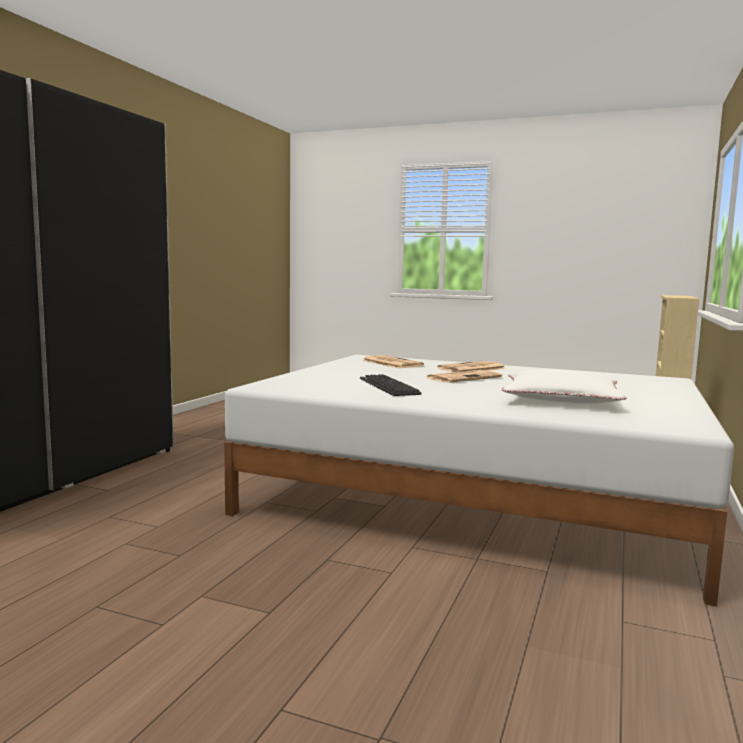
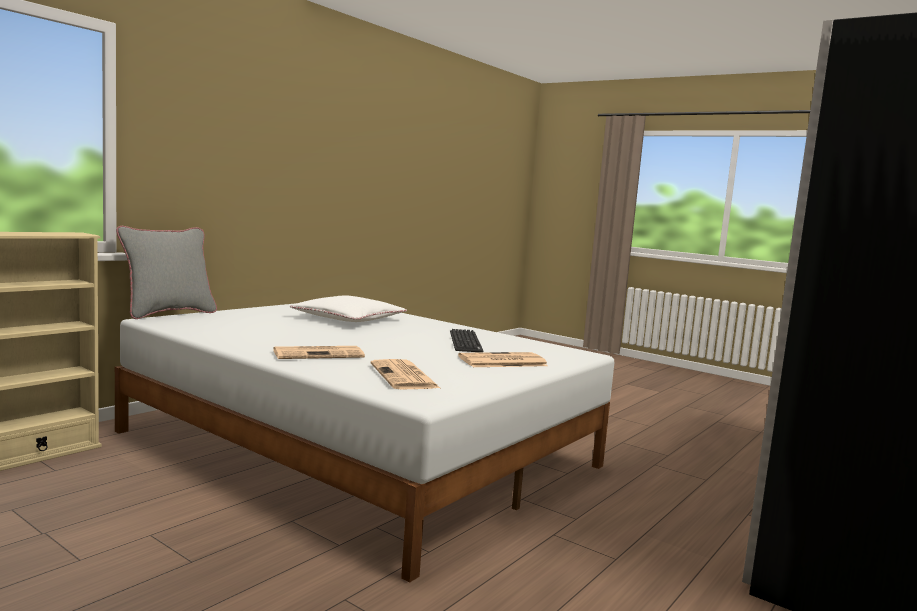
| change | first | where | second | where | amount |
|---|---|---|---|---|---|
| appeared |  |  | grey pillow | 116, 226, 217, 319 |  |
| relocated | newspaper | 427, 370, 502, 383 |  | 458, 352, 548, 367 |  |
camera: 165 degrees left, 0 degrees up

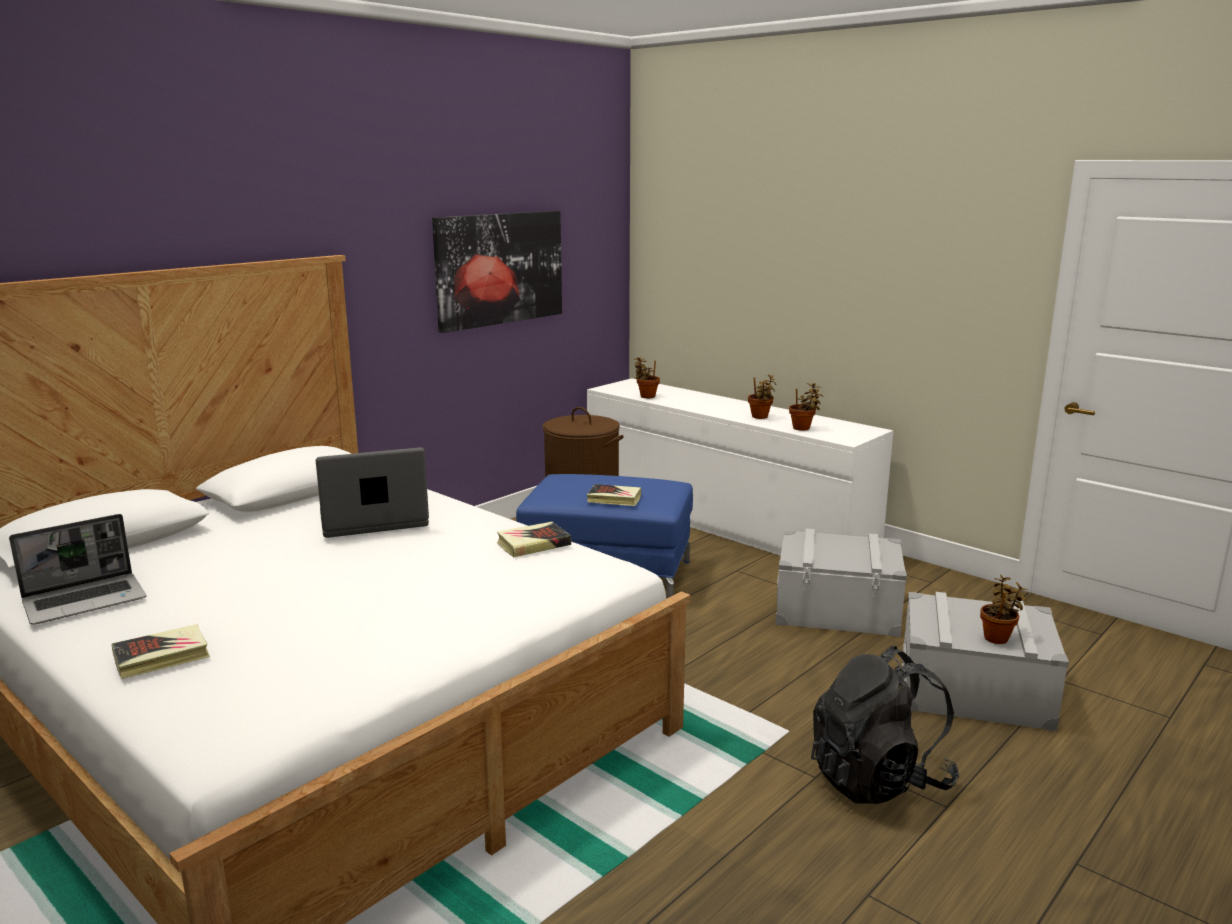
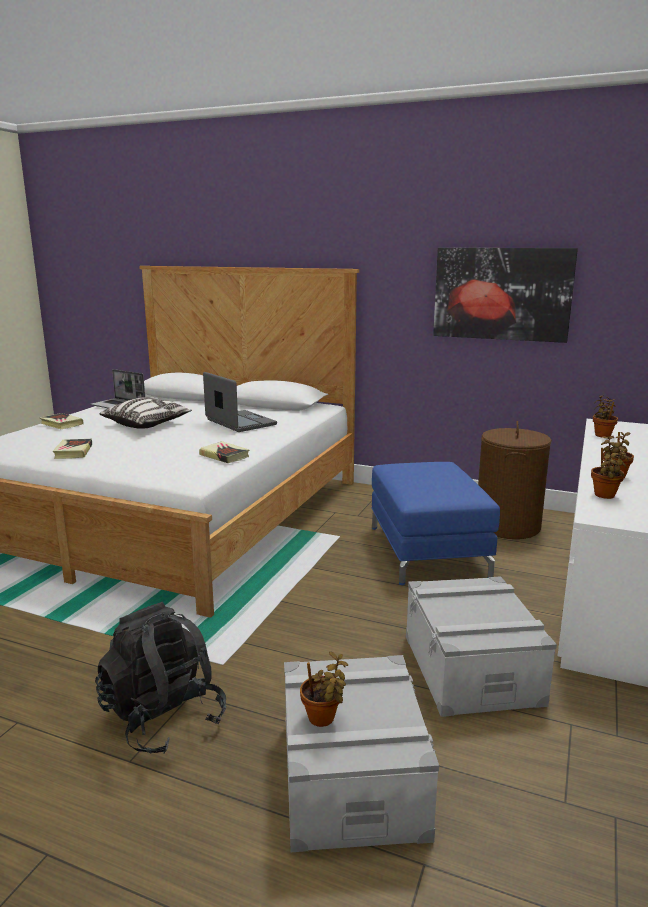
| change | first | where | second | where | amount |
|---|---|---|---|---|---|
| appeared |  |  | pillow | 100, 397, 192, 429 |  |
| relocated | book | 587, 484, 642, 506 |  | 53, 439, 92, 459 |  |
camera: 70 degrees right, 0 degrees up

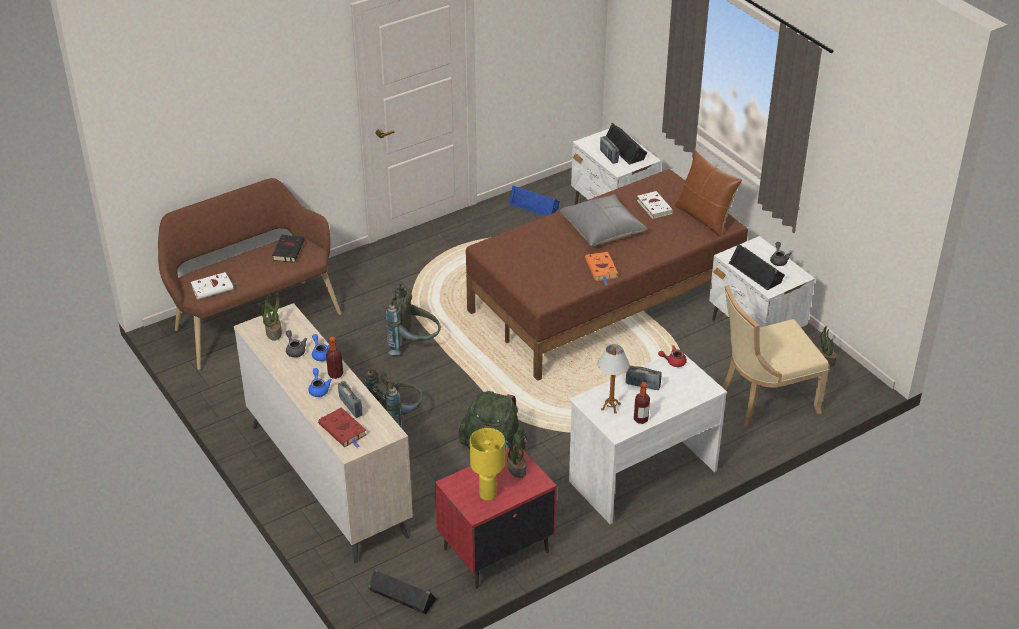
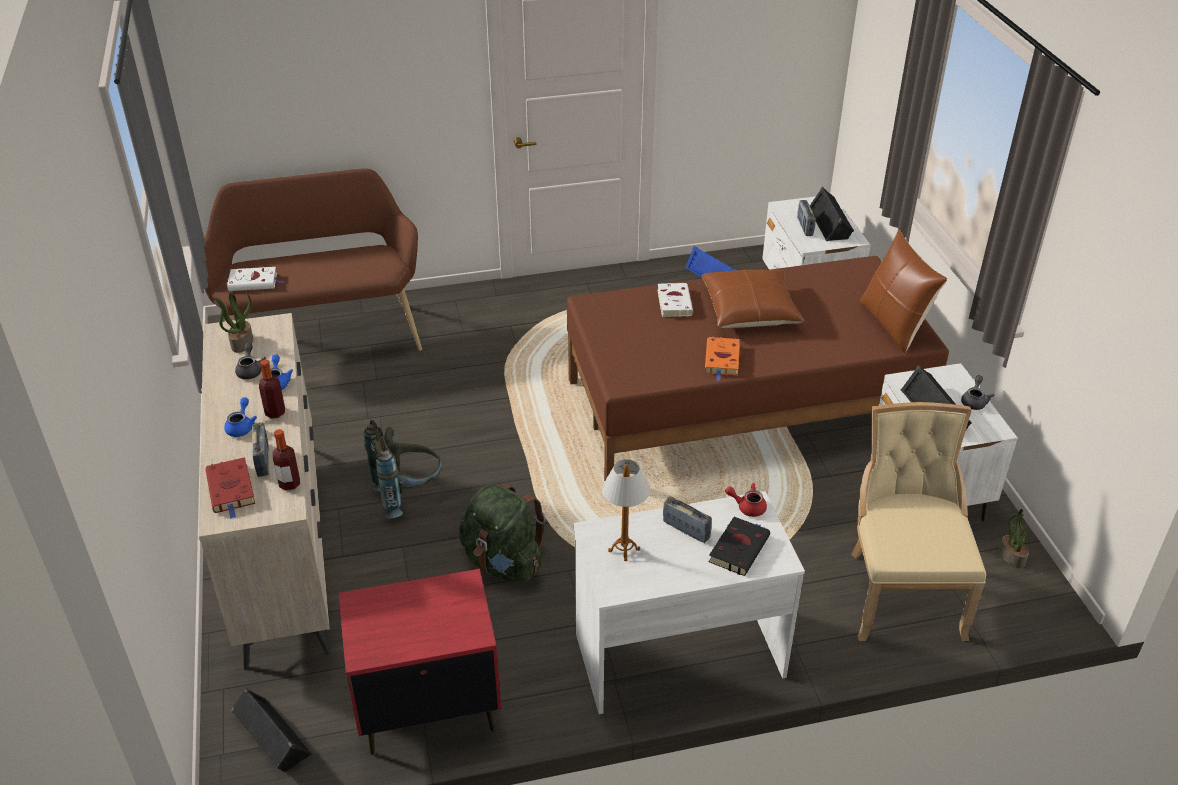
| change | first | where | second | where | amount |
|---|---|---|---|---|---|
| missing | grey backpack | 385, 283, 441, 355 |  |  |  |
| missing | yellow table lamp | 470, 428, 505, 501 |  |  |  |
| missing | potted plant | 505, 430, 526, 478 |  |  |  |
| relocated | black book | 272, 235, 305, 262 |  | 709, 517, 770, 576 |  |
| relocated | bottle | 634, 382, 650, 424 |  | 273, 429, 300, 491 |  |
| relocated | white book | 637, 191, 673, 219 |  | 657, 283, 693, 317 |  |
| colour | grey pillow | 559, 194, 647, 246 | brown pillow | 702, 270, 804, 328 |  |
| spun | beige chair | 722, 285, 829, 427 |  | 851, 402, 986, 641 | 90 degrees clockwise |
camera: 20 degrees right, 0 degrees up

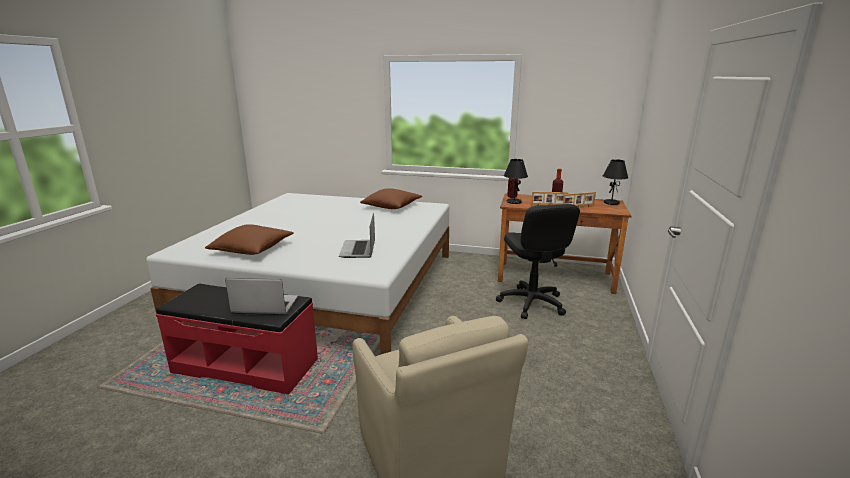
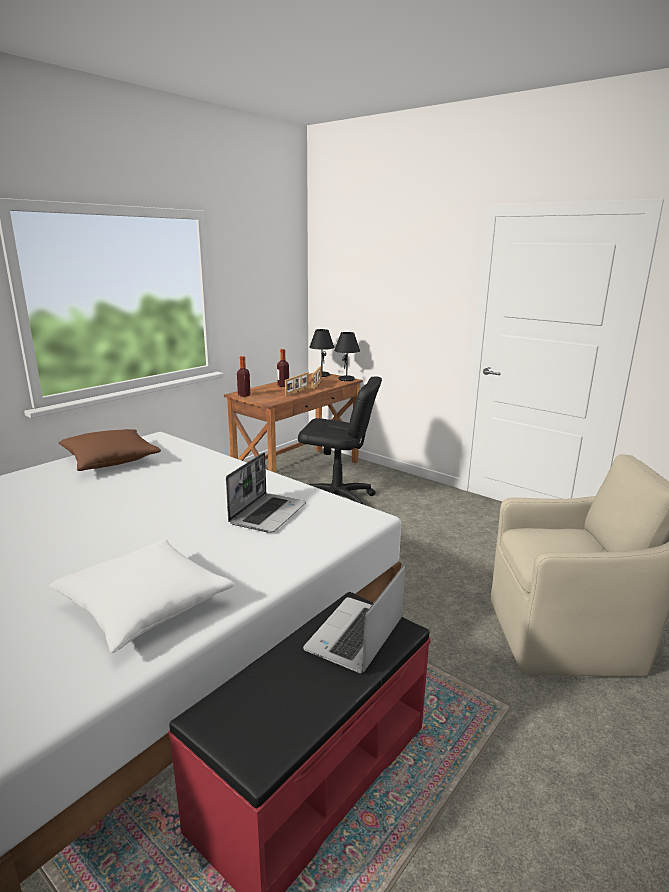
| change | first | where | second | where | amount |
|---|---|---|---|---|---|
| relocated | black table lamp | 504, 159, 528, 204 |  | 334, 332, 360, 381 |  |
| colour | brown pillow | 205, 224, 294, 255 | white pillow | 49, 540, 235, 653 |  |
| spun | laptop | 339, 213, 375, 258 |  | 226, 453, 306, 532 | 90 degrees counterclockwise |
camera: 65 degrees left, 0 degrees up

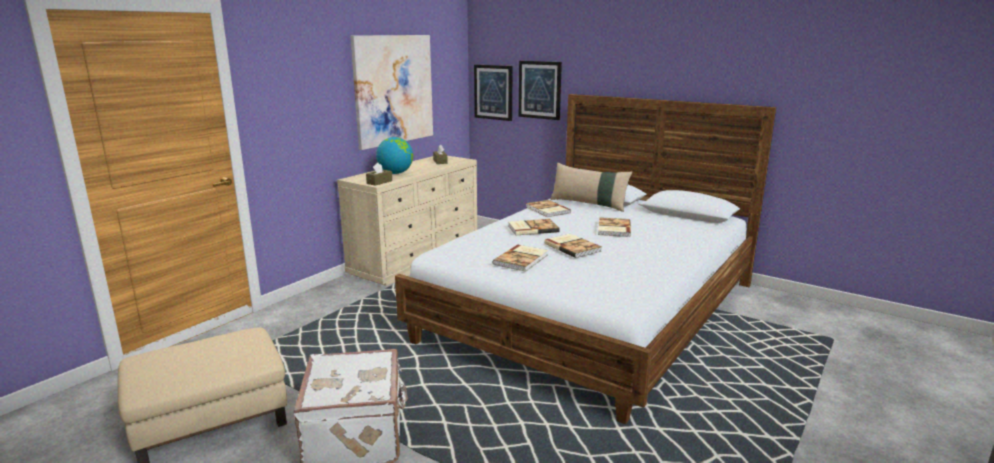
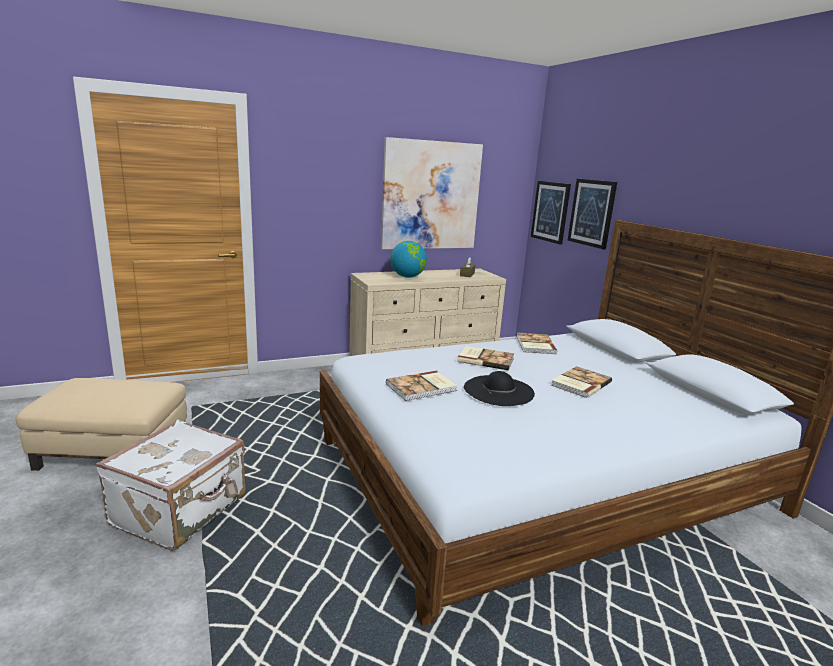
| change | first | where | second | where | amount |
|---|---|---|---|---|---|
| missing | brown tissue box | 366, 162, 392, 186 |  |  |  |
| missing | beige pillow | 550, 162, 632, 212 |  |  |  |
| exchanged | book | 544, 234, 602, 258 | black hat | 464, 371, 535, 406 |  |
camera: 30 degrees right, 0 degrees up

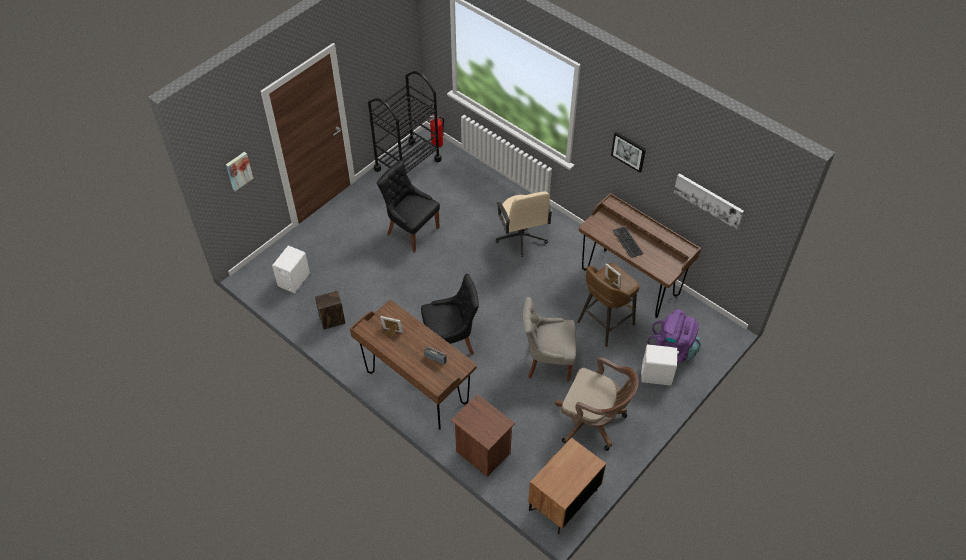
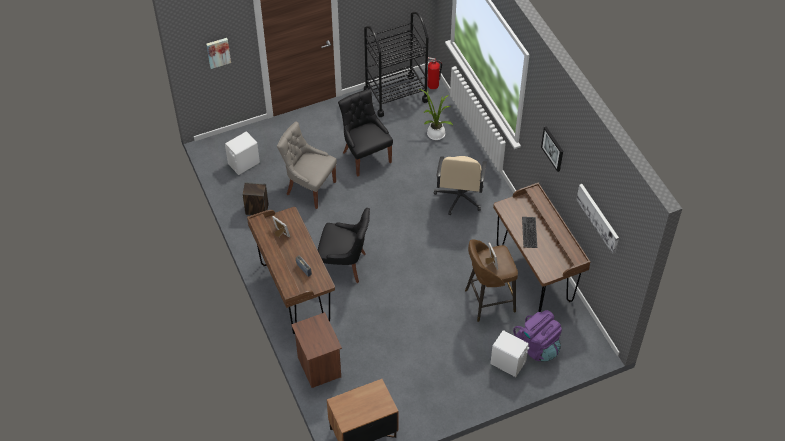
| change | first | where | second | where | amount |
|---|---|---|---|---|---|
| missing | brown office chair | 555, 357, 639, 451 |  |  |  |
| appeared |  |  | potted plant | 420, 89, 453, 140 |  |
| relocated | grey chair | 523, 297, 576, 381 |  | 277, 121, 337, 209 |  |
camera: 25 degrees right, 0 degrees up

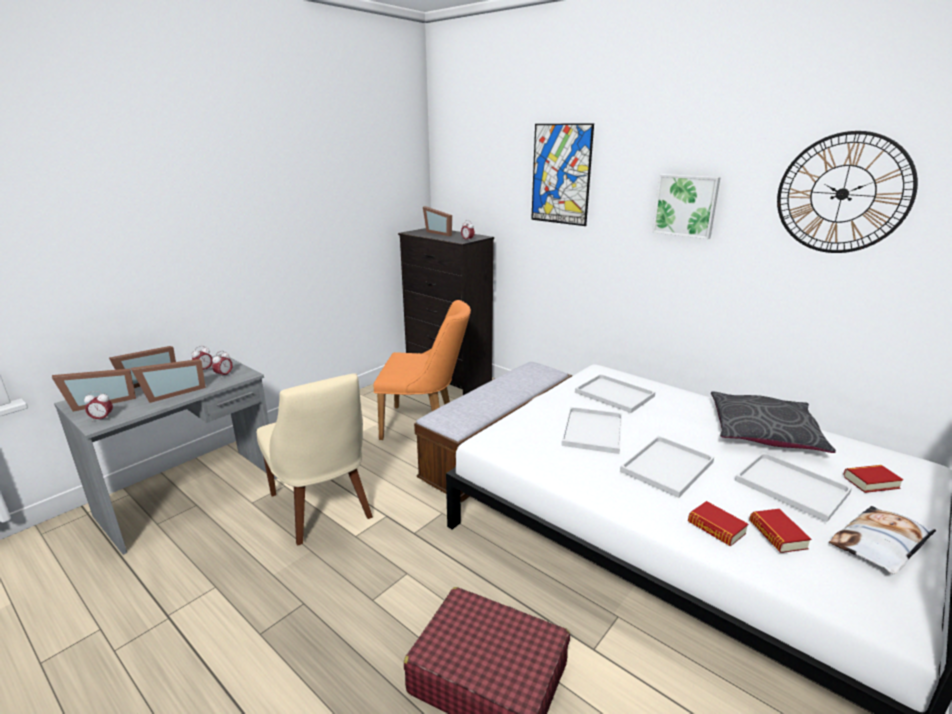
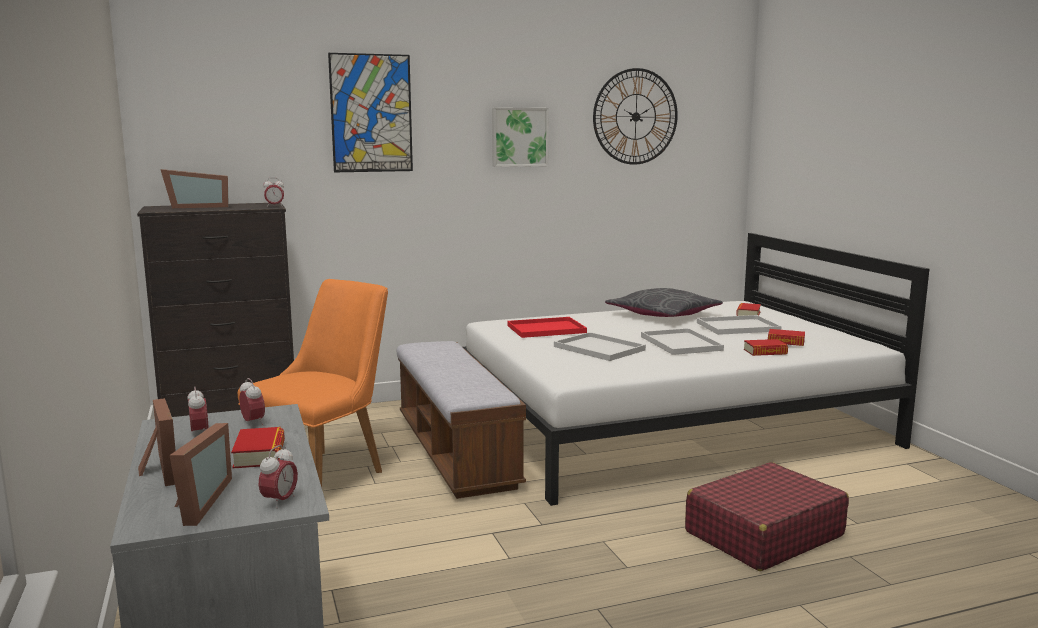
| change | first | where | second | where | amount |
|---|---|---|---|---|---|
| missing | beige chair | 256, 373, 373, 546 |  |  |  |
| missing | pillow | 829, 506, 936, 574 |  |  |  |
| exchanged | picture frame | 131, 359, 206, 403 | book | 231, 427, 285, 468 |  |
| colour | white tray | 575, 374, 655, 413 | red tray | 507, 317, 587, 338 |  |
camera: 60 degrees left, 10 degrees down

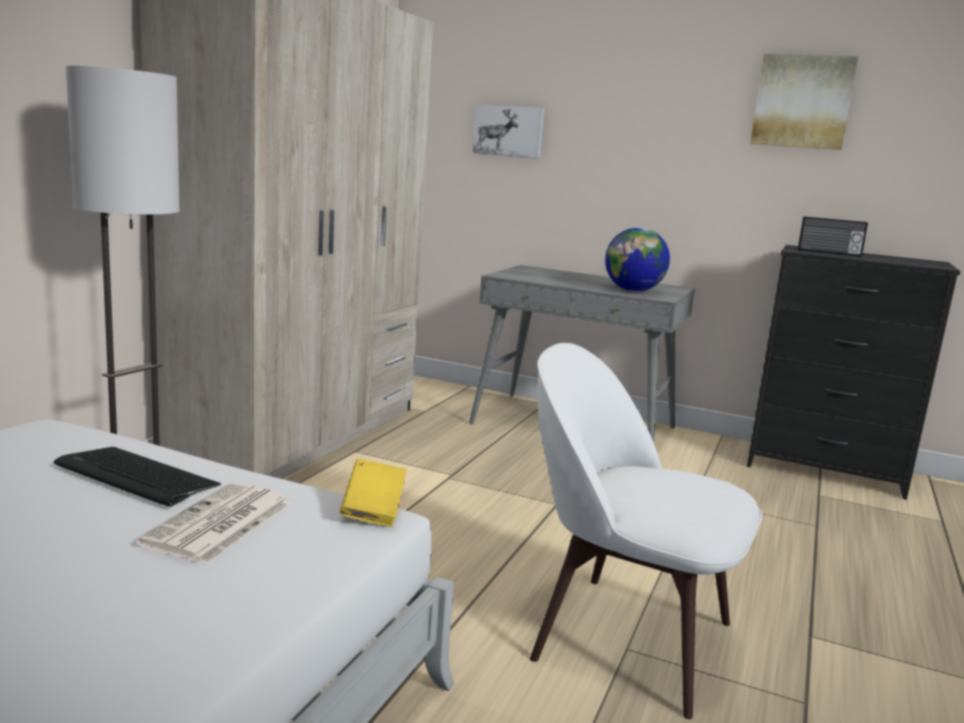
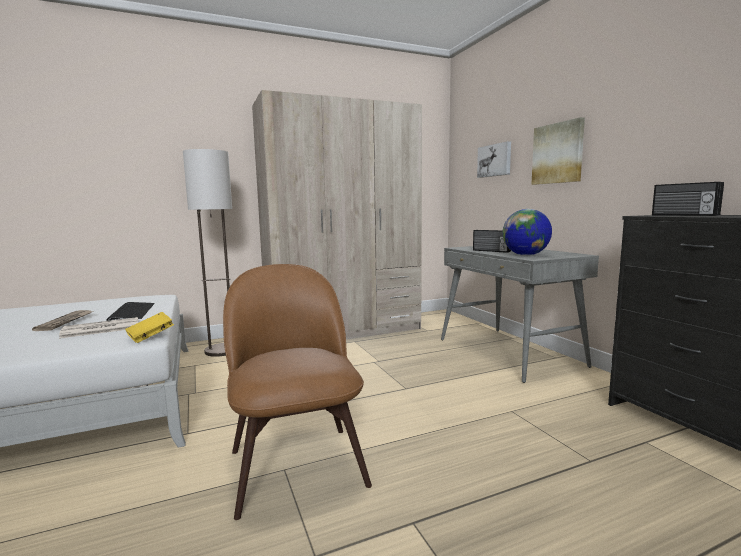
| change | first | where | second | where | amount |
|---|---|---|---|---|---|
| appeared |  |  | newspaper | 32, 310, 94, 331 |  |
| appeared |  |  | radio | 473, 230, 511, 253 |  |
| relocated | picture | 750, 54, 858, 150 |  | 531, 117, 585, 185 |  |
| colour | white chair | 530, 343, 762, 719 | brown chair | 223, 264, 372, 520 |  |
camera: 45 degrees right, 5 degrees down

